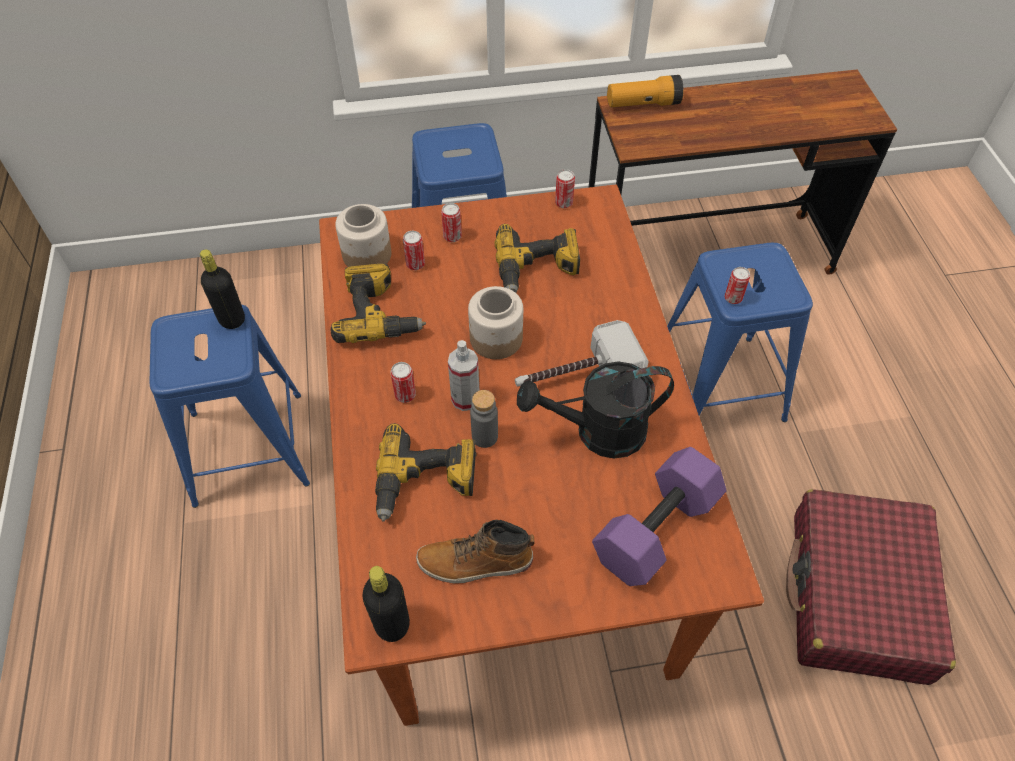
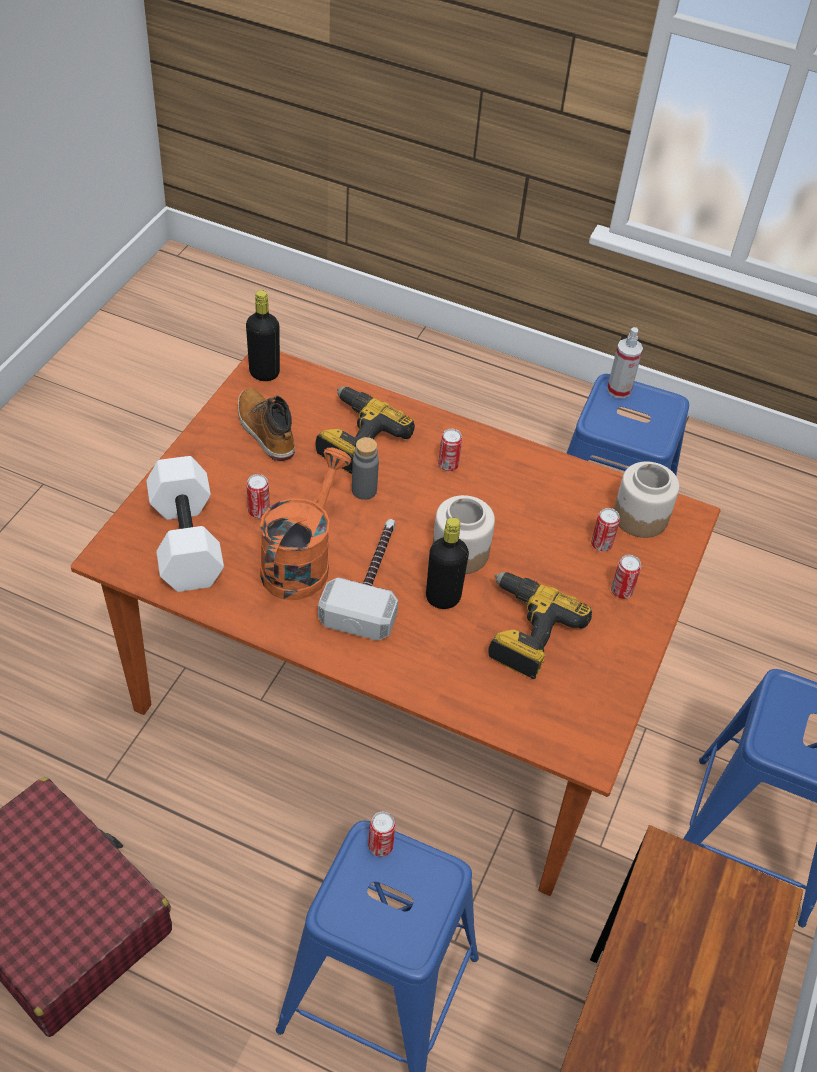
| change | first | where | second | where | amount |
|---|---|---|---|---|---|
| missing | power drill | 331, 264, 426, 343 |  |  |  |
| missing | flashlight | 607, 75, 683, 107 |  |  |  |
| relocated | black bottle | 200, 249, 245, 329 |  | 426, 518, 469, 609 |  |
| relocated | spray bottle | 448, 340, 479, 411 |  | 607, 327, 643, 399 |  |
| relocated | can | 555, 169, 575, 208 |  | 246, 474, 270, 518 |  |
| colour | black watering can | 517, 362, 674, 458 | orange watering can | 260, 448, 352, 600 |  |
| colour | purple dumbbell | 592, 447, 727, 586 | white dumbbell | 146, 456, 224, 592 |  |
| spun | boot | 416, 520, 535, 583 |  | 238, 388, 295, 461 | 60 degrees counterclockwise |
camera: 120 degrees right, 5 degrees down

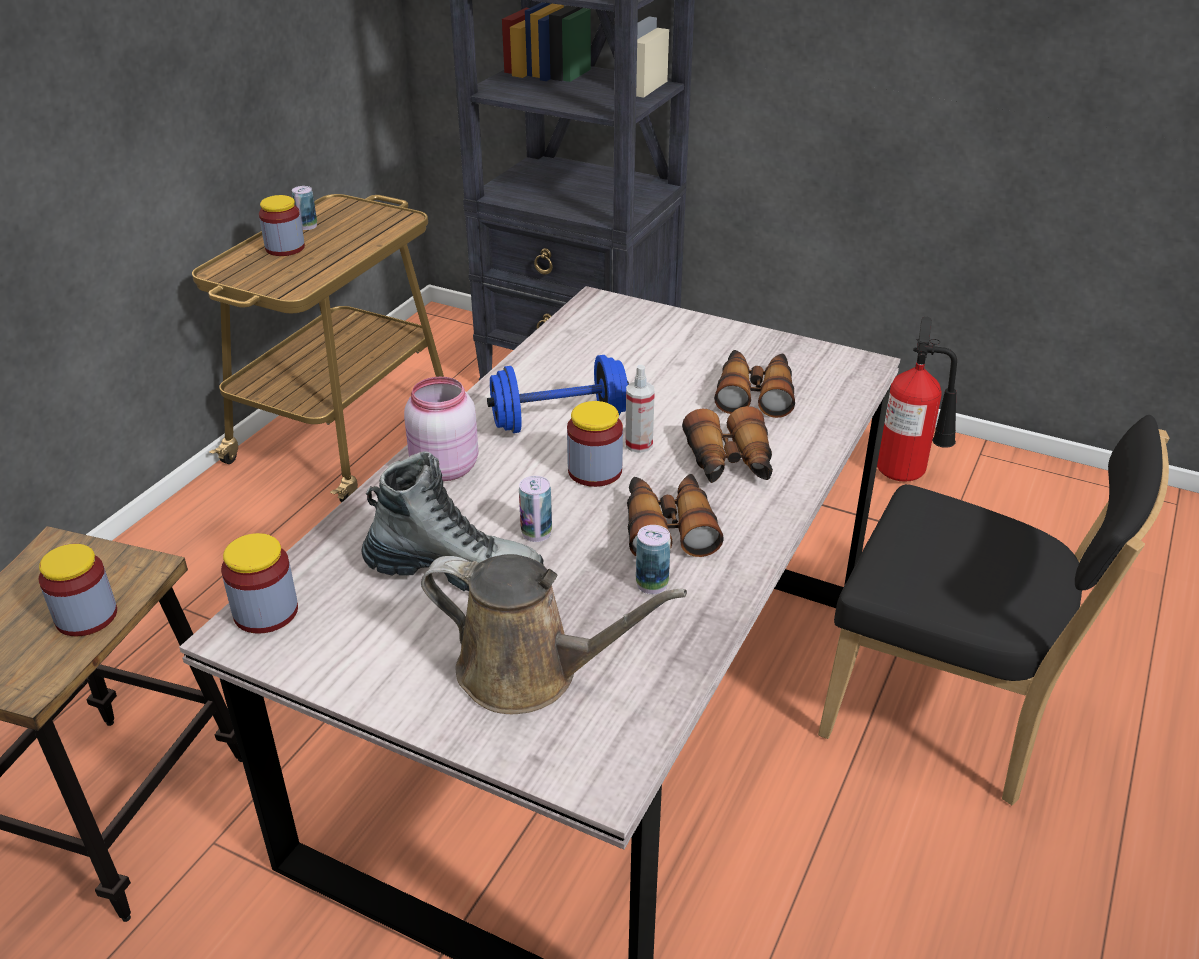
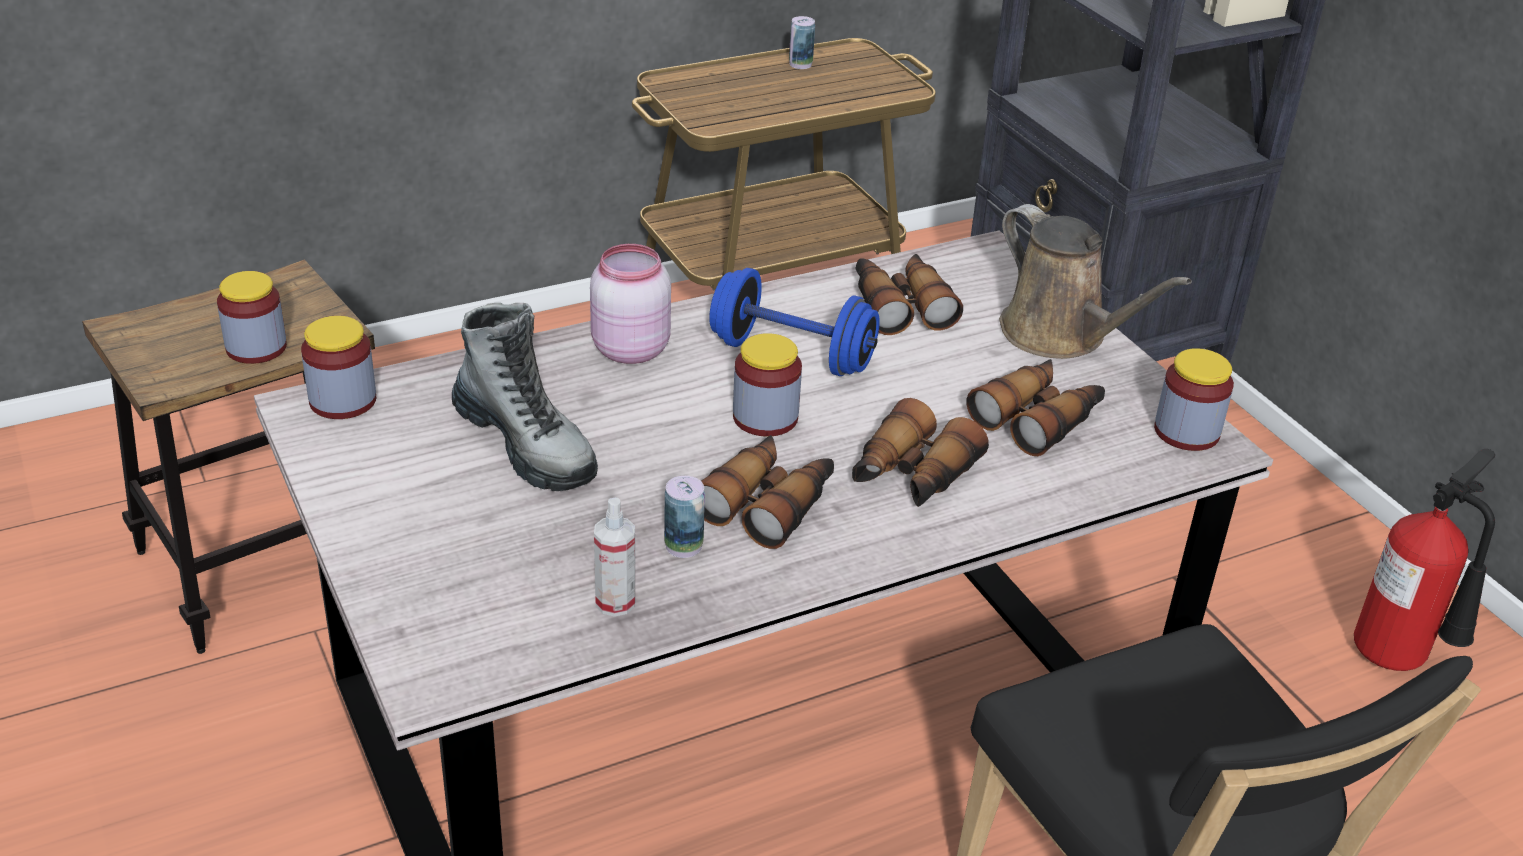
| change | first | where | second | where | amount |
|---|---|---|---|---|---|
| missing | can | 519, 476, 552, 542 |  |  |  |
| appeared |  |  | binoculars | 855, 254, 963, 335 |  |
| relocated | jar | 259, 195, 305, 256 |  | 1154, 348, 1234, 451 |  |
| relocated | brown watering can | 421, 554, 687, 714 |  | 999, 204, 1192, 359 |  |
| relocated | spray bottle | 625, 365, 655, 453 |  | 594, 498, 635, 617 |  |
camera: 35 degrees right, 0 degrees up

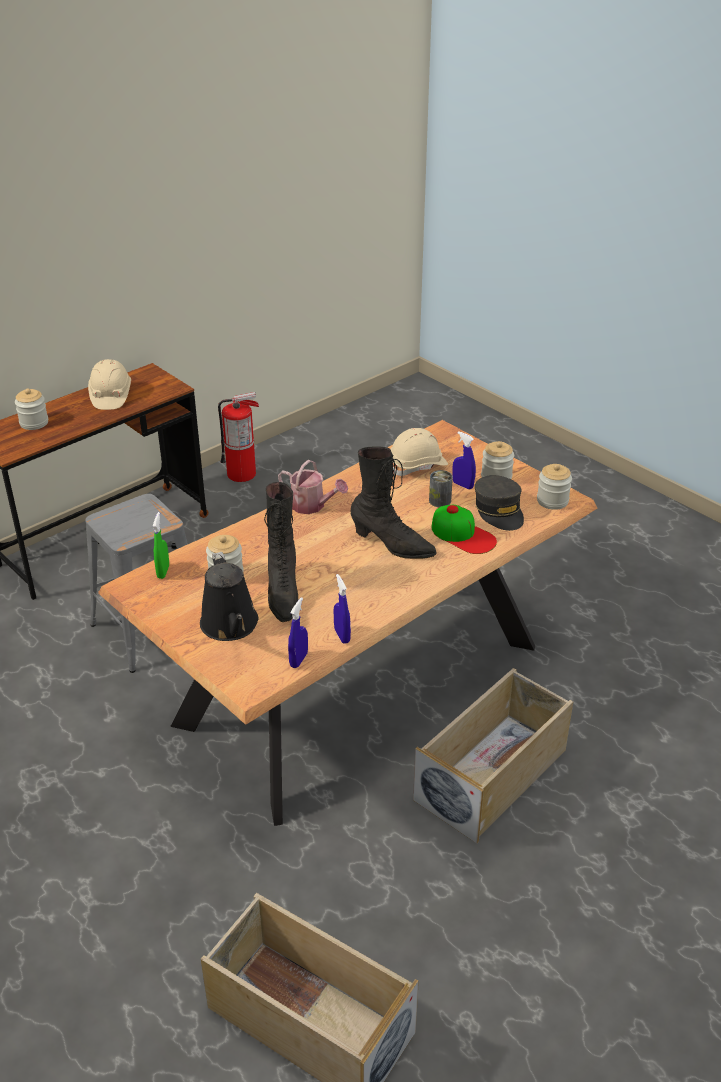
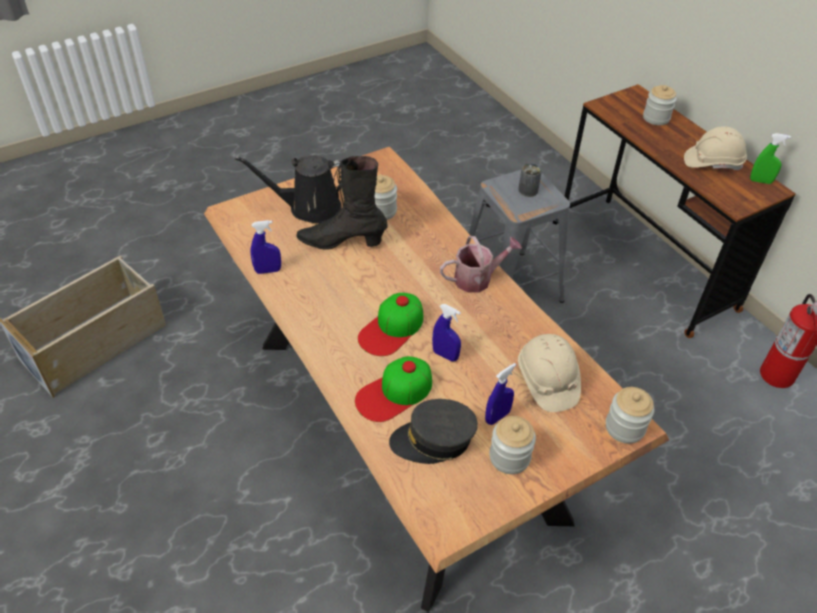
| change | first | where | second | where | amount |
|---|---|---|---|---|---|
| missing | beige storage box | 413, 668, 573, 844 |  |  |  |
| relocated | green spray bottle | 153, 512, 169, 579 |  | 750, 133, 791, 184 |  |
| relocated | blue spray bottle | 288, 597, 308, 668 |  | 432, 304, 461, 362 |  |
| relocated | can | 429, 470, 453, 507 |  | 518, 163, 542, 197 |  |
| relocated | jar | 537, 464, 572, 510 |  | 606, 387, 654, 444 |  |
| exchanged | black boot | 350, 447, 437, 559 | cap | 358, 293, 423, 356 |  |
| spun | watering can | 278, 460, 348, 514 |  | 440, 236, 522, 293 | 150 degrees counterclockwise |
camera: 100 degrees right, 10 degrees up

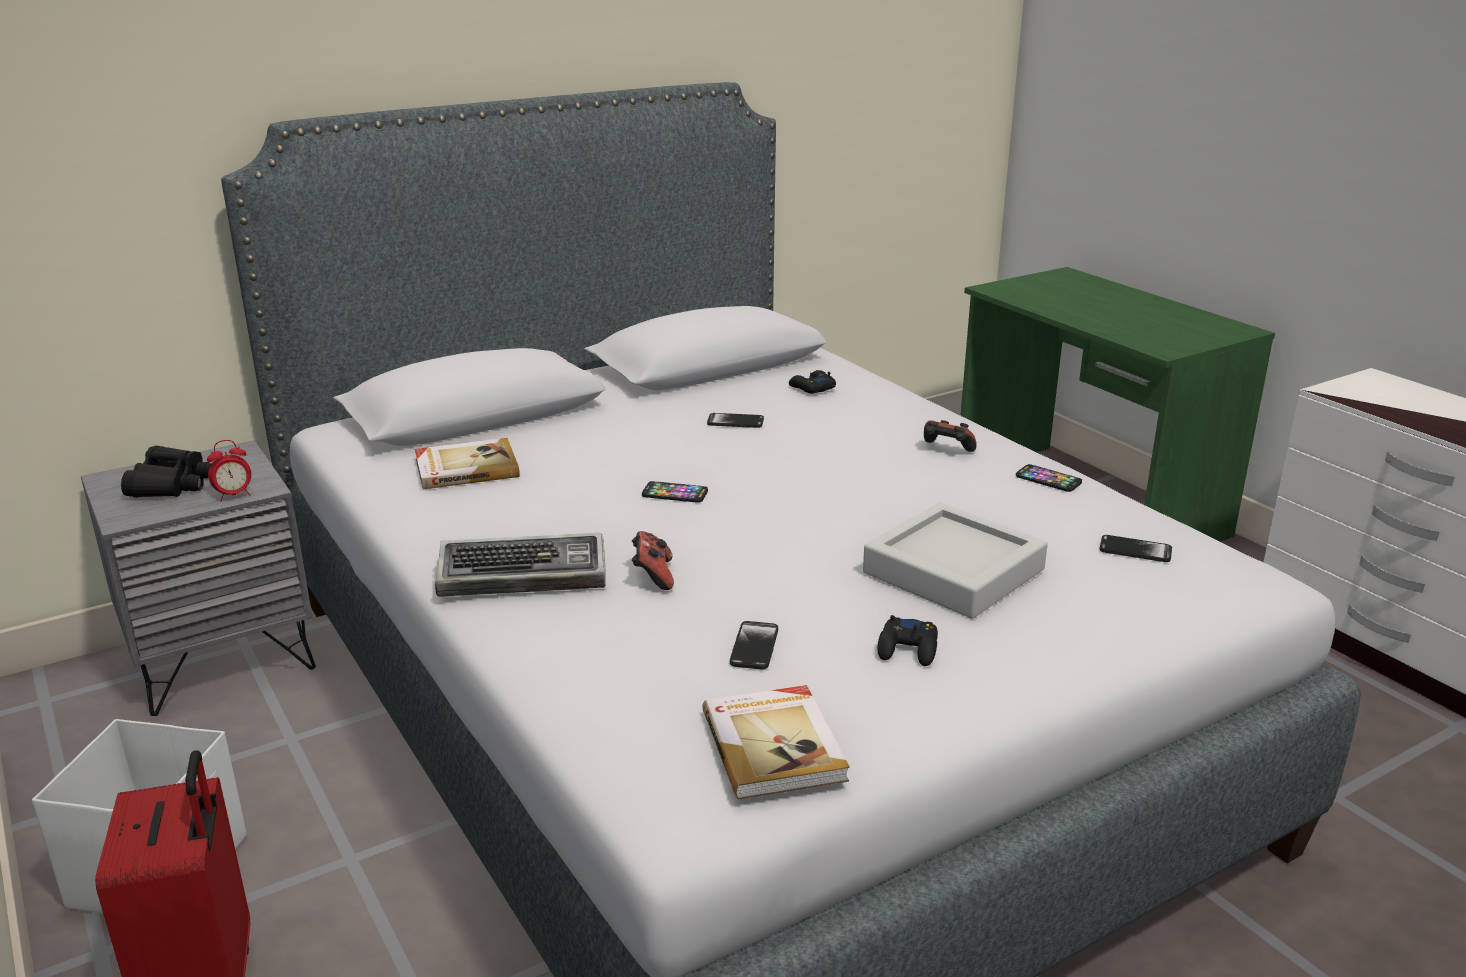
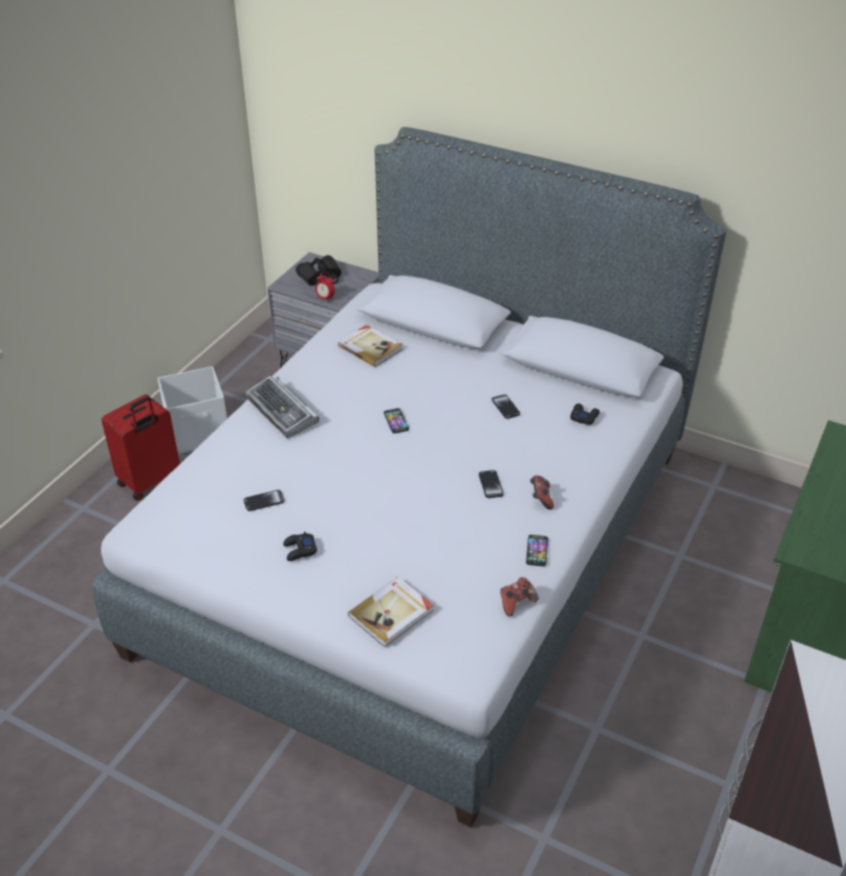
| change | first | where | second | where | amount |
|---|---|---|---|---|---|
| missing | grey tray | 863, 503, 1048, 619 |  |  |  |
| relocated | game controller | 632, 531, 674, 590 |  | 500, 577, 539, 617 |  |
| relocated | book | 702, 685, 850, 799 |  | 348, 577, 434, 647 |  |
| relocated | phone | 1100, 535, 1172, 562 |  | 479, 470, 504, 498 |  |
camera: 60 degrees right, 15 degrees up

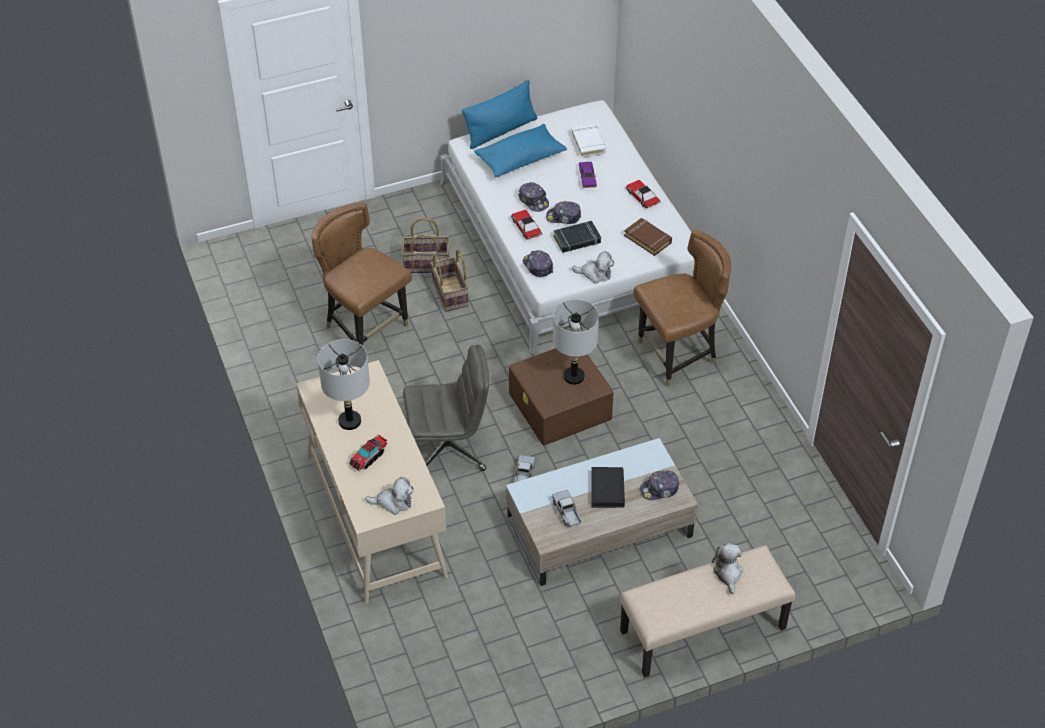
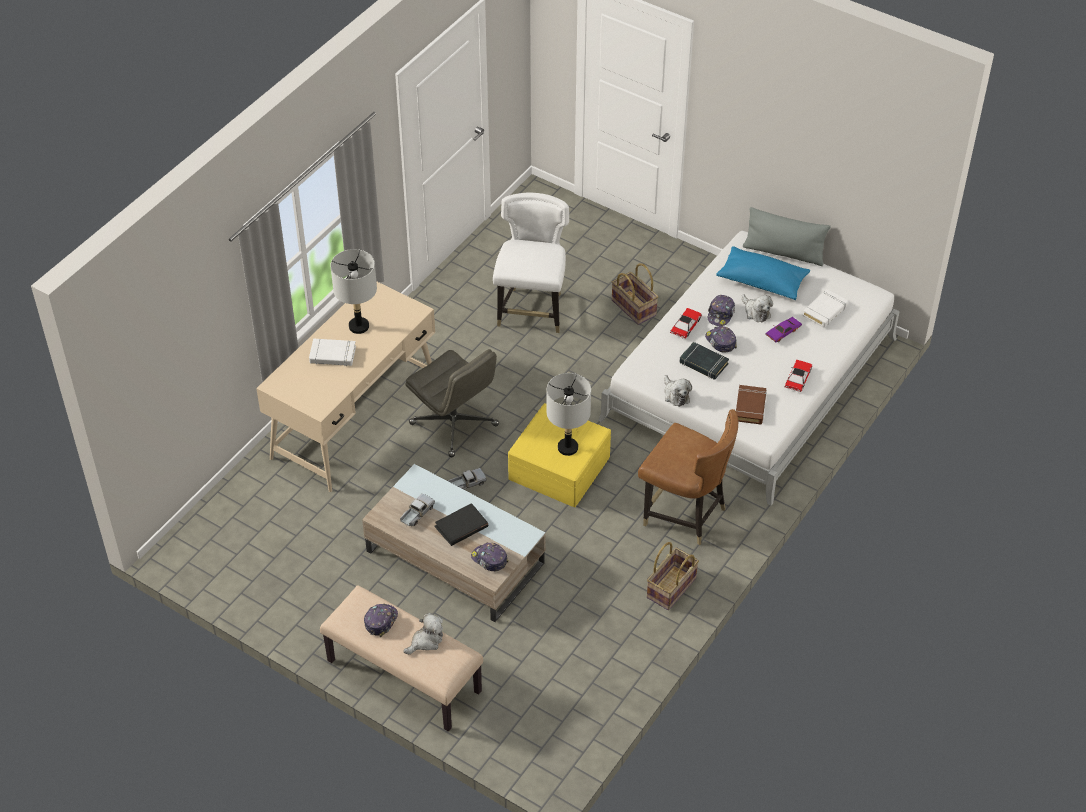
| change | first | where | second | where | amount |
|---|---|---|---|---|---|
| relocated | plush toy | 365, 477, 414, 515 |  | 742, 294, 773, 323 |  |
| relocated | basket | 431, 249, 469, 312 |  | 647, 542, 699, 610 |  |
| relocated | cap | 523, 250, 553, 277 |  | 364, 604, 398, 637 |  |
| exchanged | toy truck | 349, 435, 388, 471 | white book | 309, 339, 356, 366 |  |
| colour | brown chair | 312, 203, 412, 346 | white chair | 493, 193, 569, 333 |  |
| colour | blue pillow | 462, 80, 537, 149 | grey pillow | 743, 207, 831, 266 |  |
| colour | brown storage box | 509, 348, 614, 446 | yellow storage box | 508, 403, 611, 507 |  |
camera: 55 degrees right, 0 degrees up

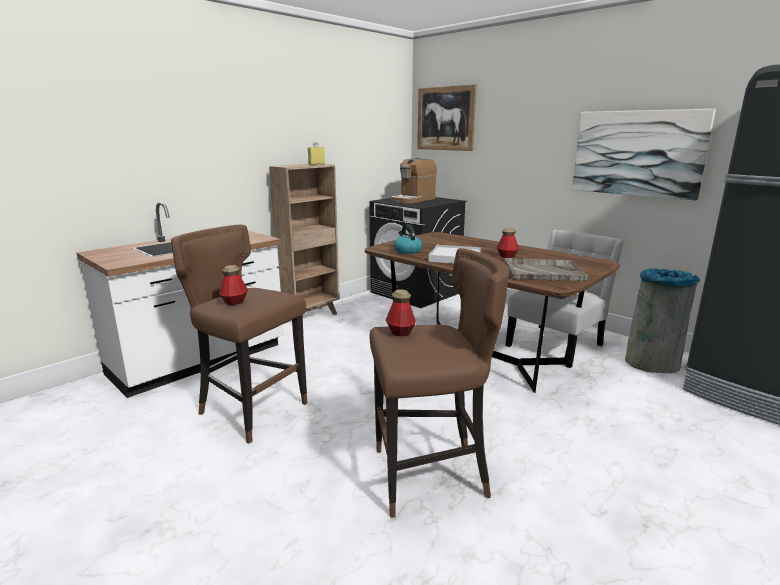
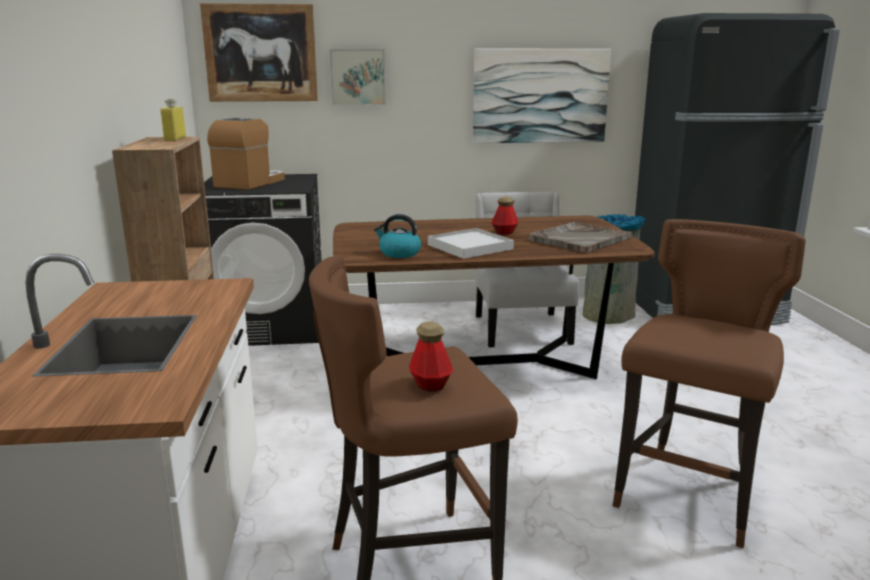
| change | first | where | second | where | amount |
|---|---|---|---|---|---|
| missing | bottle | 386, 289, 416, 336 |  |  |  |
| appeared |  |  | picture | 330, 49, 386, 106 |  |
| spun | coffee machine | 391, 158, 437, 204 |  | 207, 117, 285, 190 | 150 degrees counterclockwise |
camera: 50 degrees left, 0 degrees up

